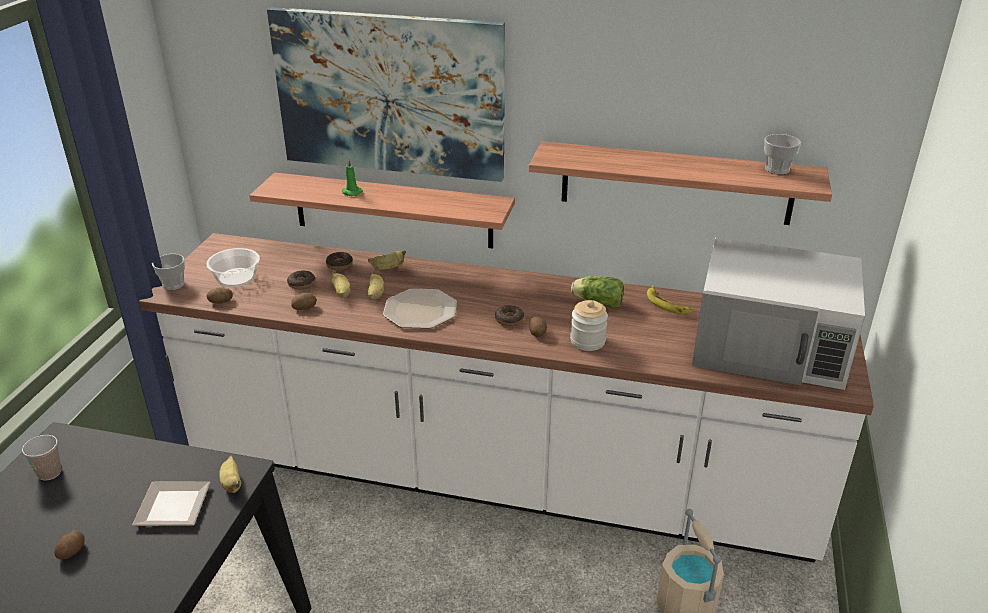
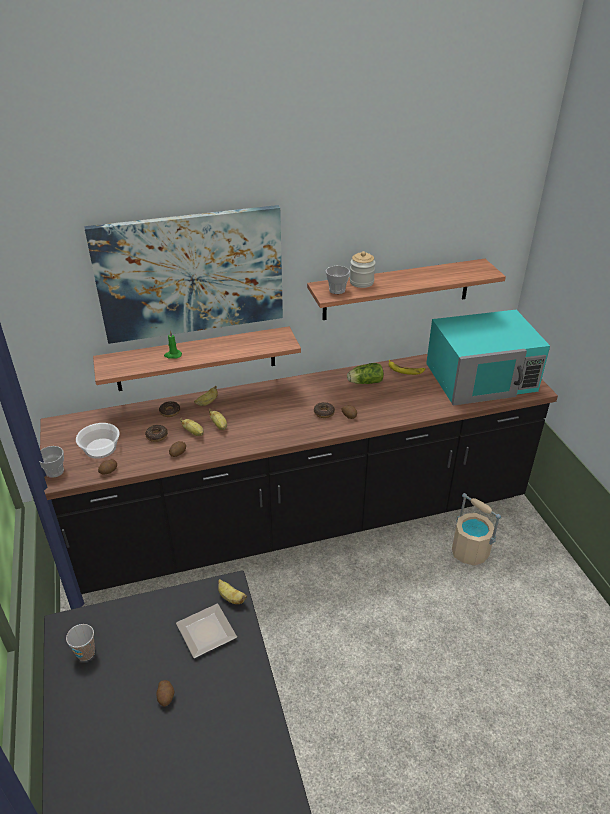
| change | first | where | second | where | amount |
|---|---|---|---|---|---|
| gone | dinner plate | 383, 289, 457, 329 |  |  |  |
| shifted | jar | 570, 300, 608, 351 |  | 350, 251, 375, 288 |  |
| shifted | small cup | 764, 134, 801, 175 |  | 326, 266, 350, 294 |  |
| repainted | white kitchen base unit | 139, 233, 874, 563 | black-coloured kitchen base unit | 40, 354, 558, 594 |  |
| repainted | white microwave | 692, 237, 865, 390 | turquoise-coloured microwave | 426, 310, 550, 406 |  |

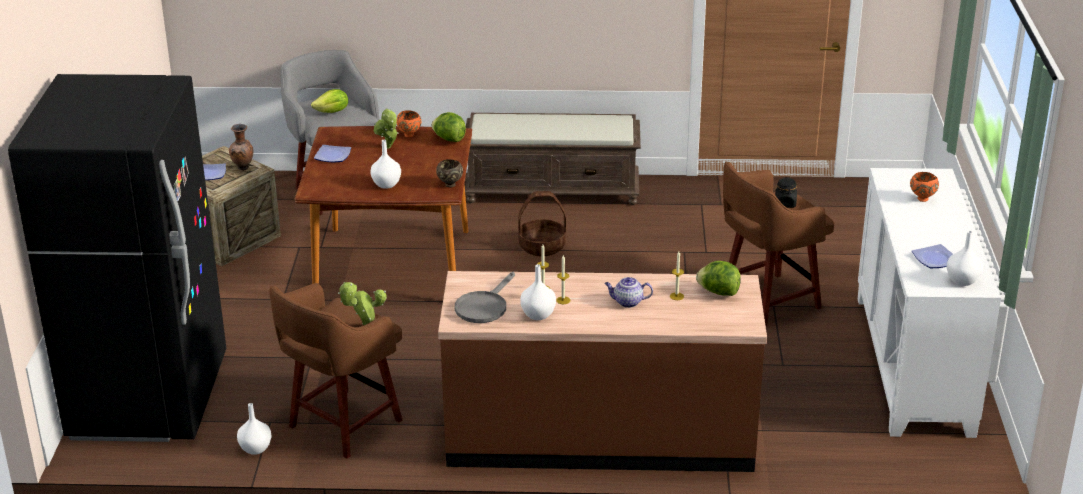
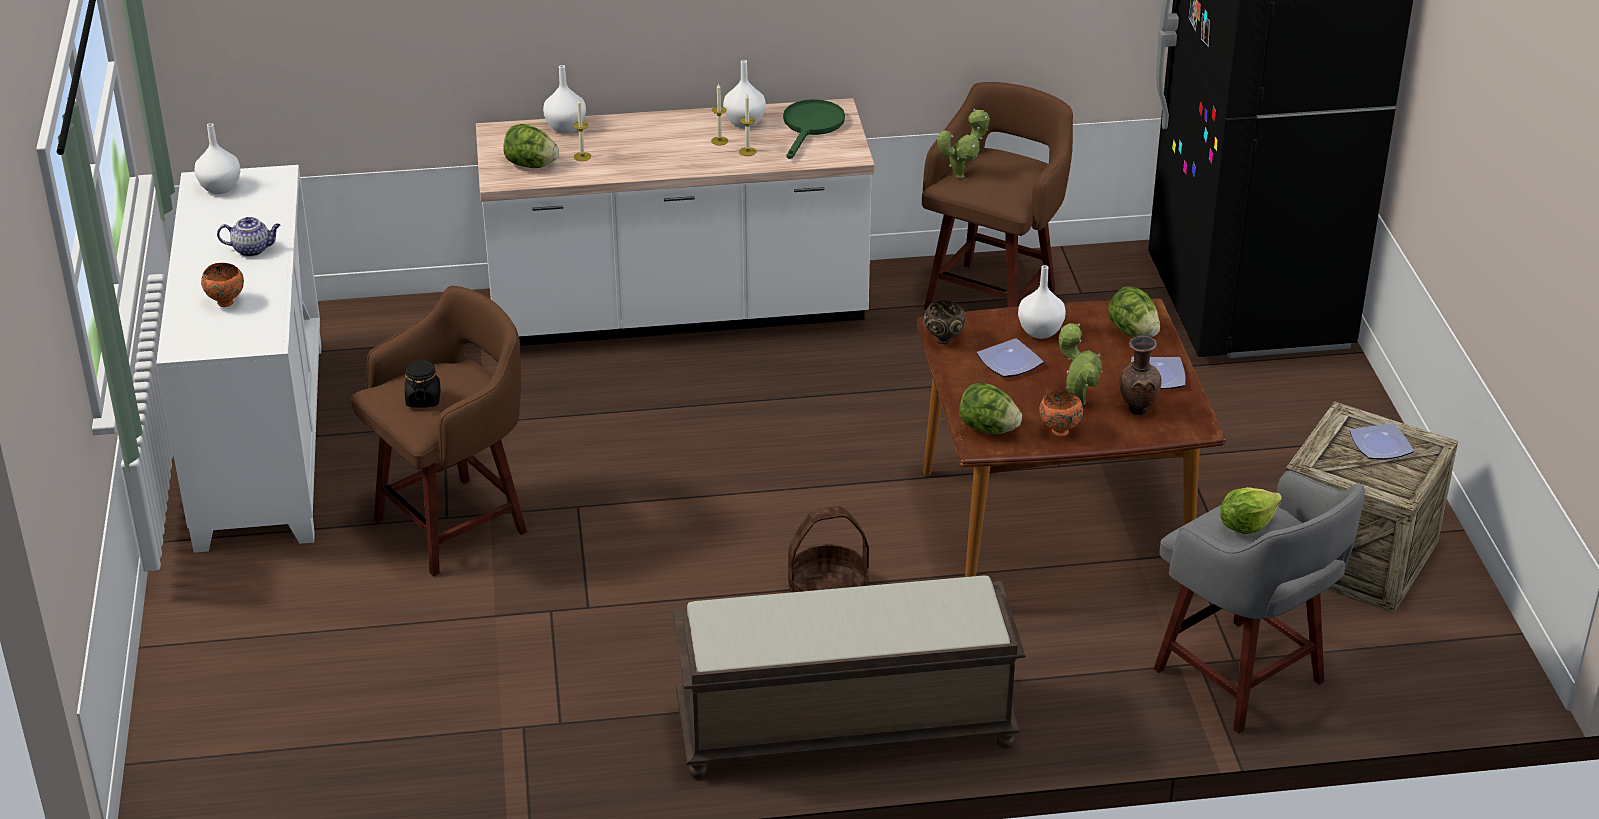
| change | first | where | second | where | amount |
|---|---|---|---|---|---|
| new |  |  | lettuce | 1108, 286, 1160, 338 |  |
| shifted | brown vase | 229, 124, 253, 171 |  | 1119, 336, 1162, 415 |  |
| shifted | white vase | 237, 403, 272, 455 |  | 543, 65, 586, 133 |  |
| shifted | tea pot | 604, 277, 653, 308 |  | 217, 217, 281, 257 |  |
| shifted | dinner plate | 912, 244, 953, 268 |  | 977, 338, 1044, 377 |  |
| repainted | brown kitchen base unit | 438, 271, 767, 472 | white kitchen base unit | 476, 98, 875, 346 |  |
| repainted | gray skillet | 455, 272, 515, 323 | greenish skillet | 783, 99, 845, 159 |  |

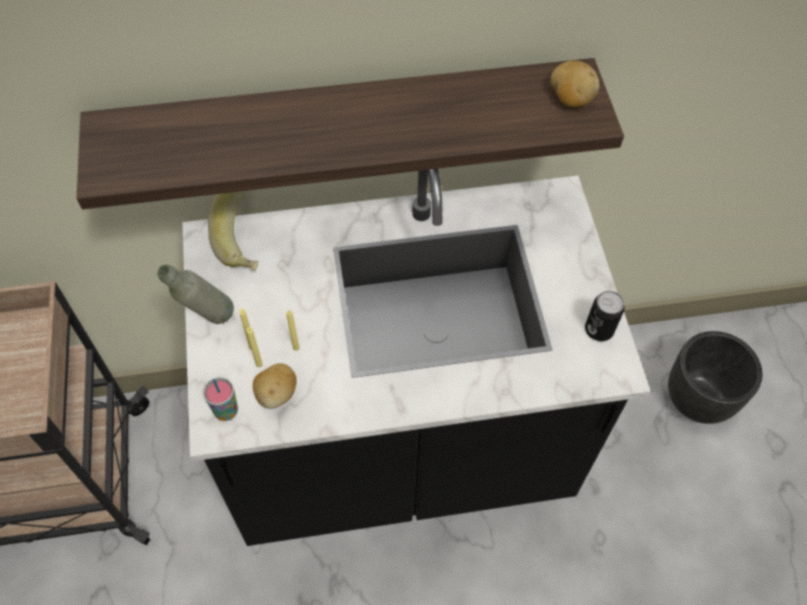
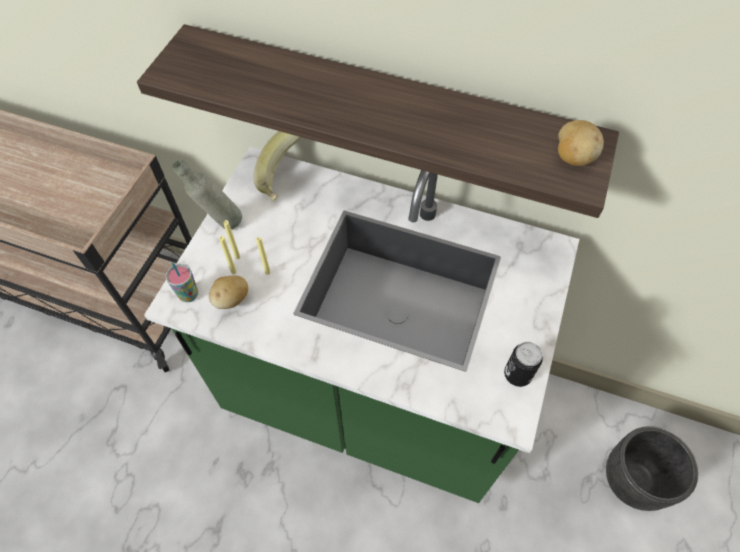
| change | first | where | second | where | amount |
|---|---|---|---|---|---|
| repainted | black-coloured kitchen base unit | 182, 169, 650, 546 | greenish kitchen base unit | 144, 147, 579, 503 |  |

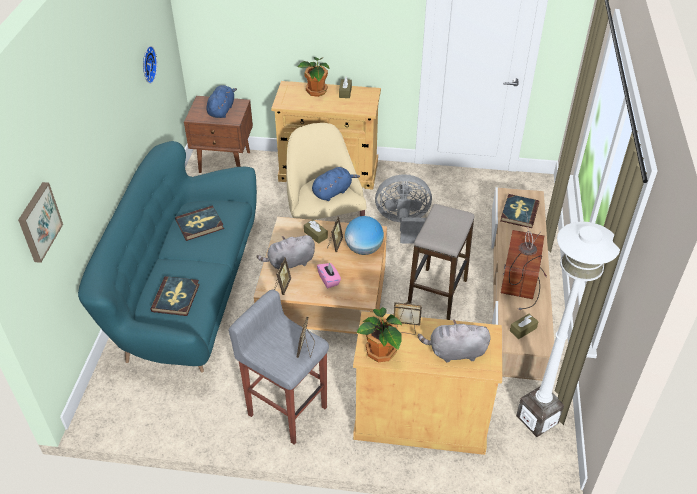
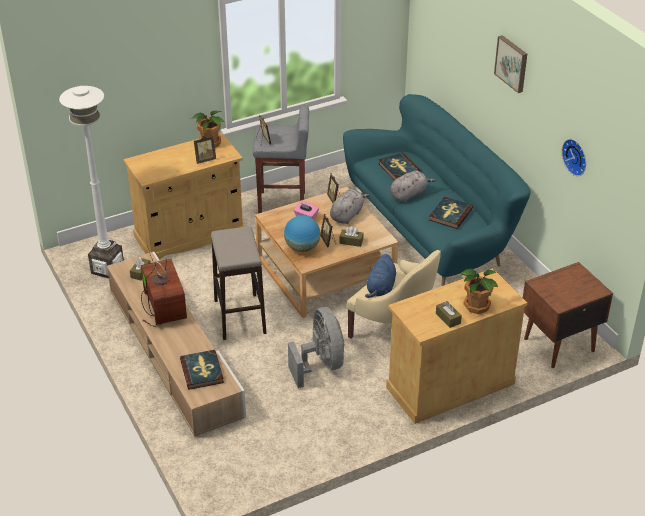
| change | first | where | second | where | amount |
|---|---|---|---|---|---|
| gone | bluish soft toy | 206, 85, 237, 118 |  |  |  |
| shifted | picture | 18, 182, 63, 263 |  | 494, 35, 527, 93 |  |
| shifted | gray soft toy | 418, 320, 491, 363 |  | 390, 171, 435, 203 |  |
| rotated | gray cooling fan | 375, 174, 432, 244 |  | 288, 307, 345, 388 | 75 degrees counterclockwise |

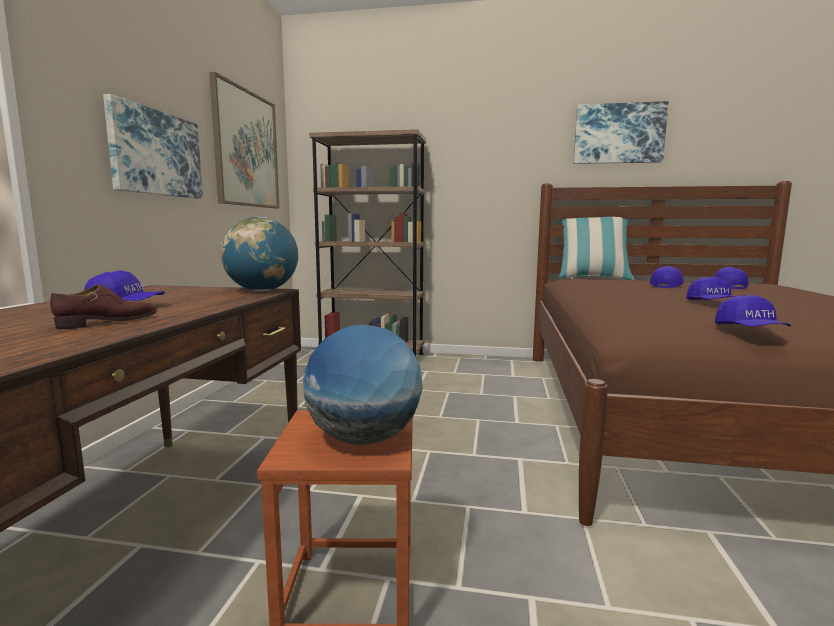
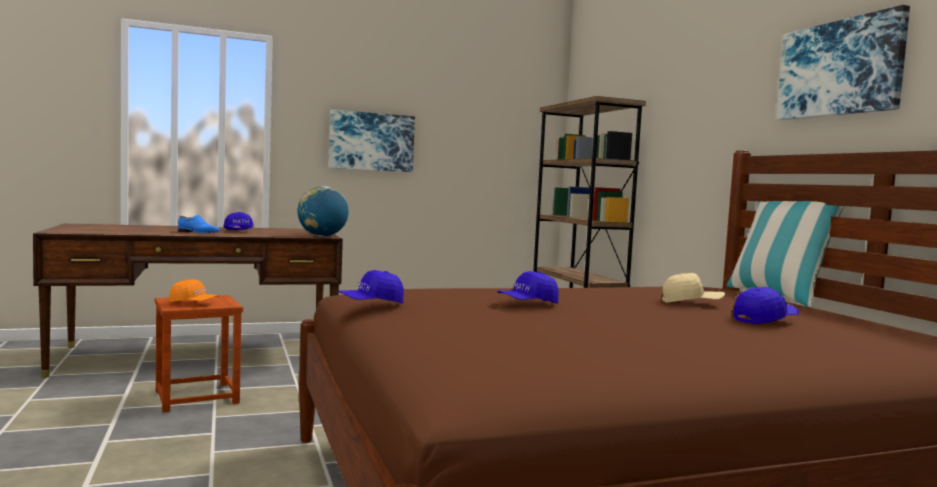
| change | first | where | second | where | amount |
|---|---|---|---|---|---|
| gone | picture | 209, 72, 279, 208 |  |  |  |
| swapped | world globe | 303, 325, 423, 445 | orange baseball cap | 169, 279, 219, 303 |  |
| repainted | brown low shoe | 50, 285, 157, 329 | bluish low shoe | 178, 215, 220, 233 |  |
| repainted | bluish baseball cap | 650, 266, 684, 288 | beige-coloured baseball cap | 662, 273, 725, 303 |  |

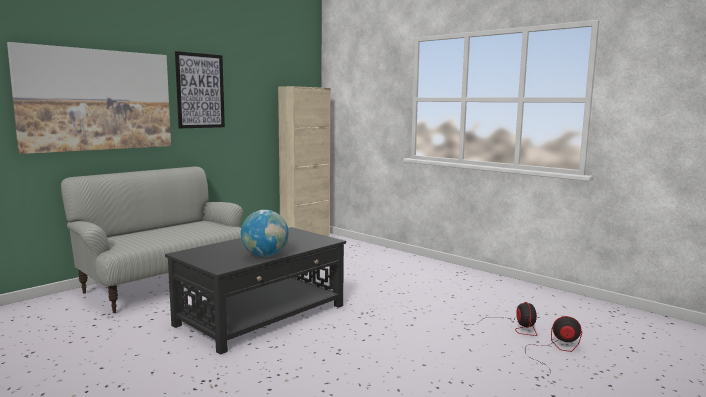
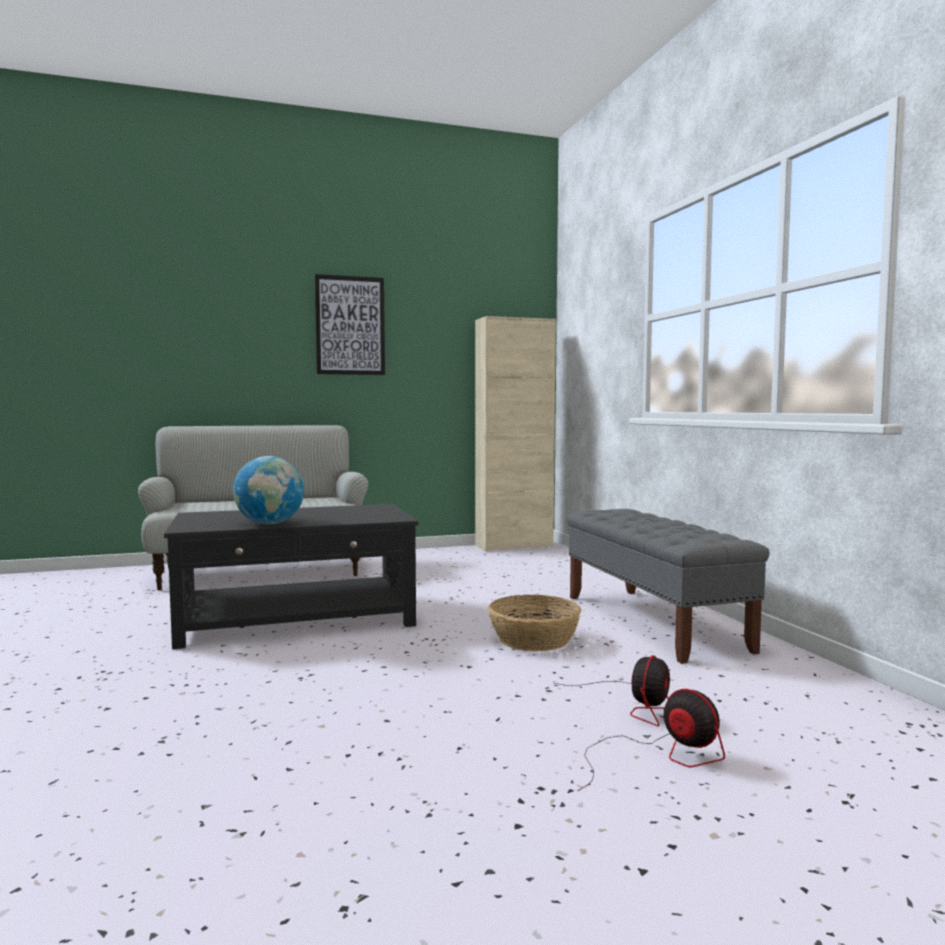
| change | first | where | second | where | amount |
|---|---|---|---|---|---|
| gone | picture | 7, 42, 171, 154 |  |  |  |
| new |  |  | household basket | 488, 595, 581, 651 |  |
| new |  |  | gray bench | 567, 509, 770, 664 |  |

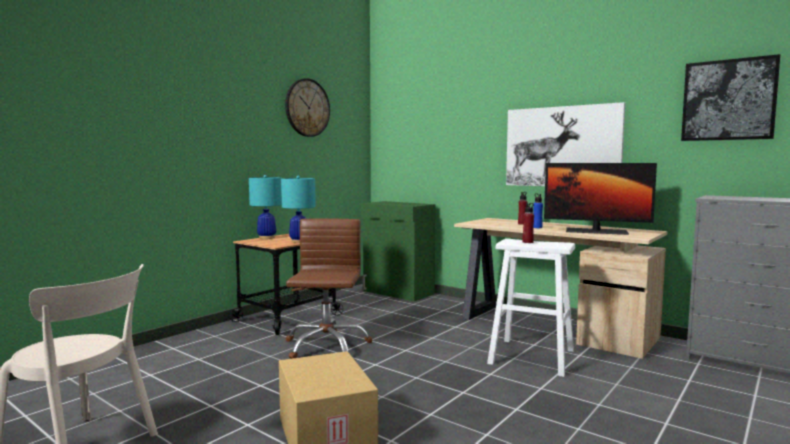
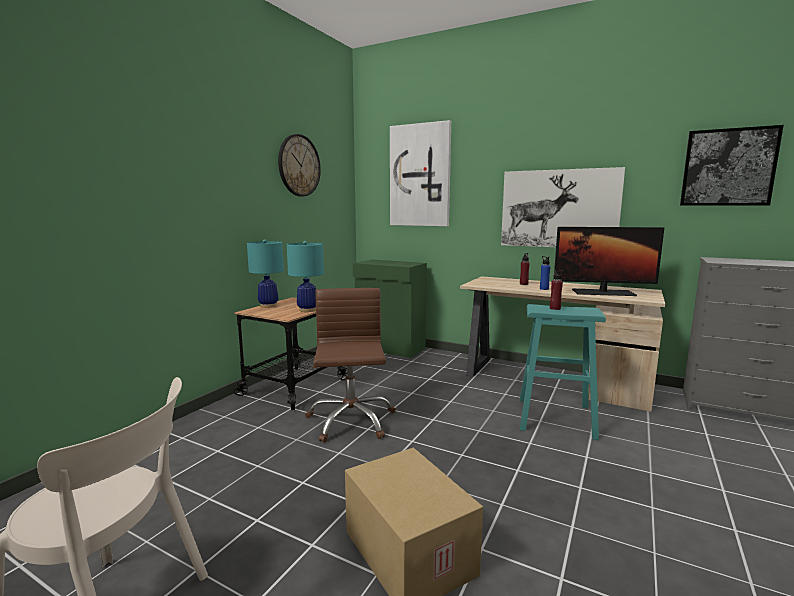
| change | first | where | second | where | amount |
|---|---|---|---|---|---|
| new |  |  | picture | 390, 120, 451, 226 |  |
| repainted | white sitting stool | 487, 239, 575, 377 | turquoise-coloured sitting stool | 520, 304, 606, 440 |  |

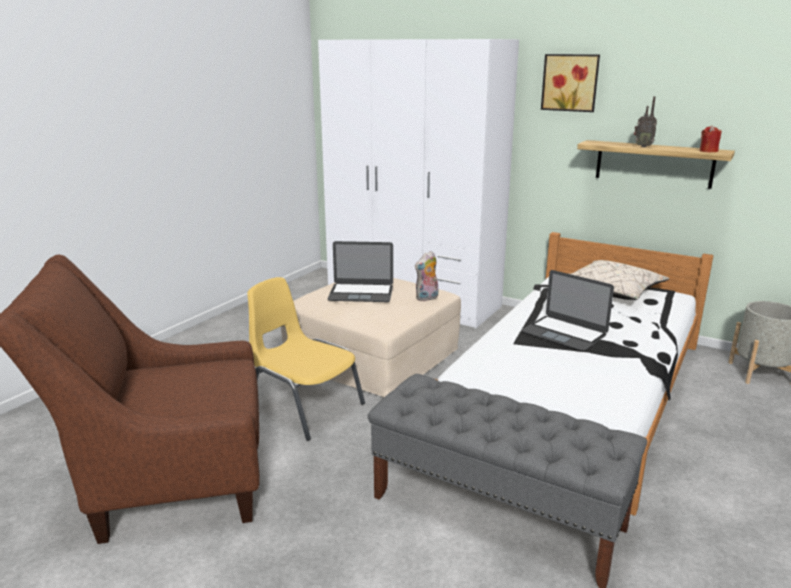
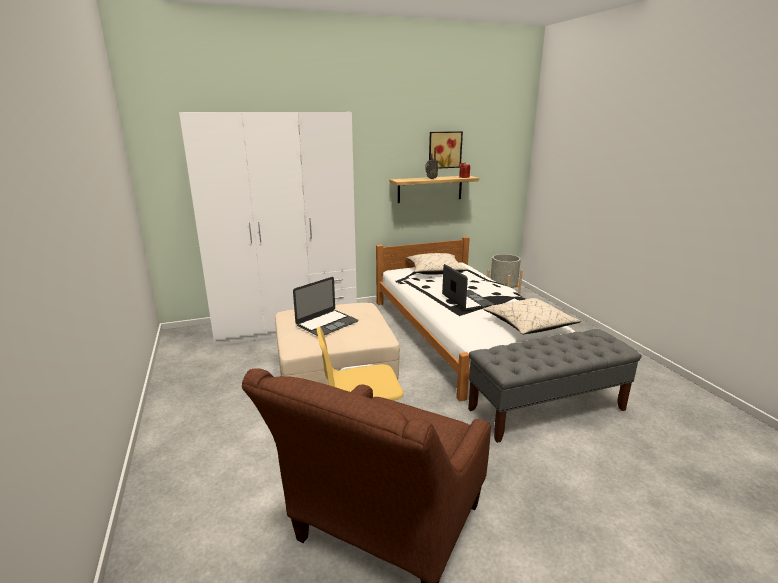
| change | first | where | second | where | amount |
|---|---|---|---|---|---|
| gone | soft toy | 415, 251, 438, 301 |  |  |  |
| new |  |  | beige-coloured throw pillow | 483, 298, 581, 334 |  |
| shifted | picture | 541, 54, 600, 112 |  | 429, 131, 463, 169 |  |
| rotated | portable computer | 521, 270, 614, 351 |  | 442, 264, 494, 310 | 105 degrees counterclockwise |

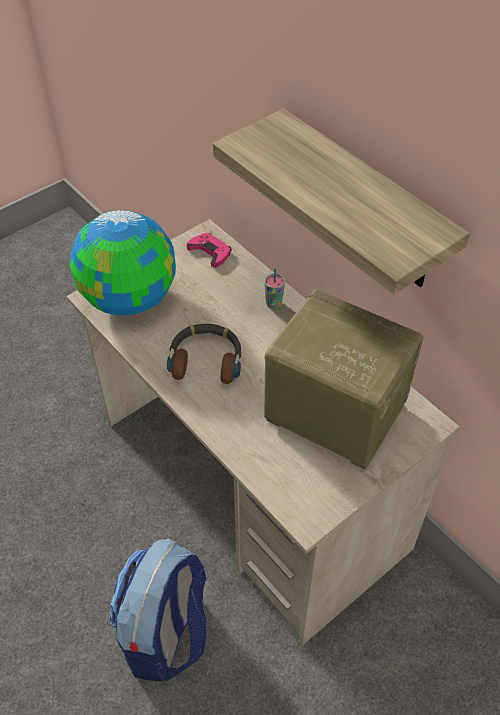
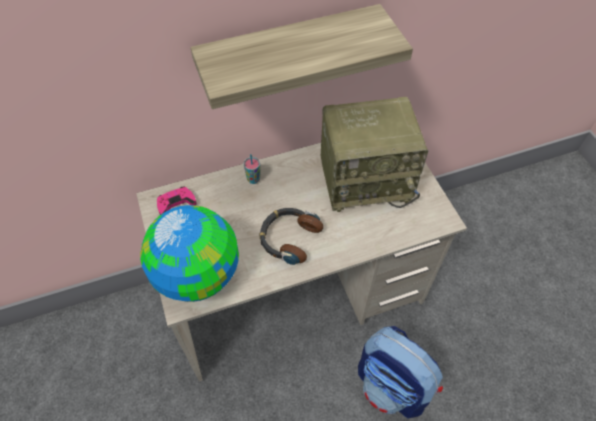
| change | first | where | second | where | amount |
|---|---|---|---|---|---|
| rotated | radio receiver | 264, 290, 424, 470 |  | 321, 97, 428, 212 | 150 degrees counterclockwise |

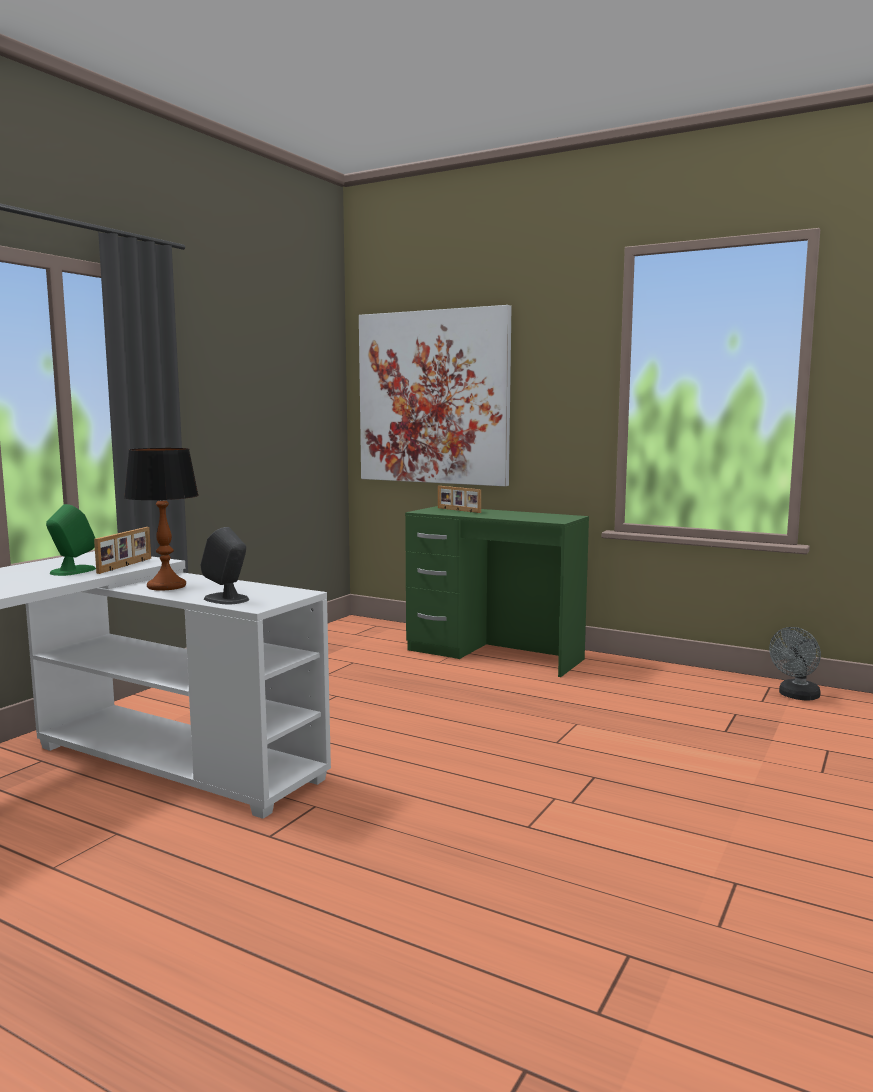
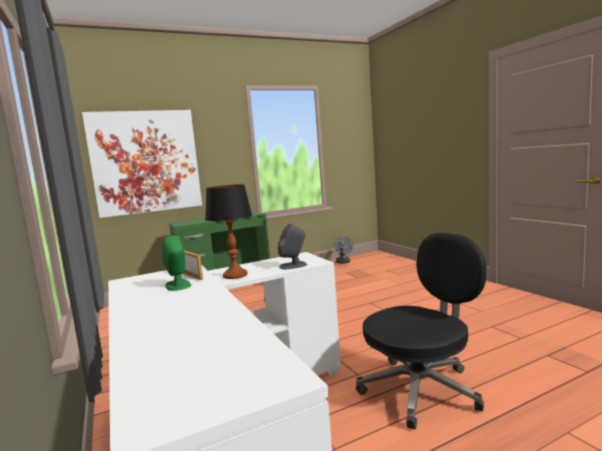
| change | first | where | second | where | amount |
|---|---|---|---|---|---|
| gone | picture frame | 438, 486, 481, 513 |  |  |  |
| new |  |  | black-coloured computer chair | 356, 233, 486, 429 |  |

